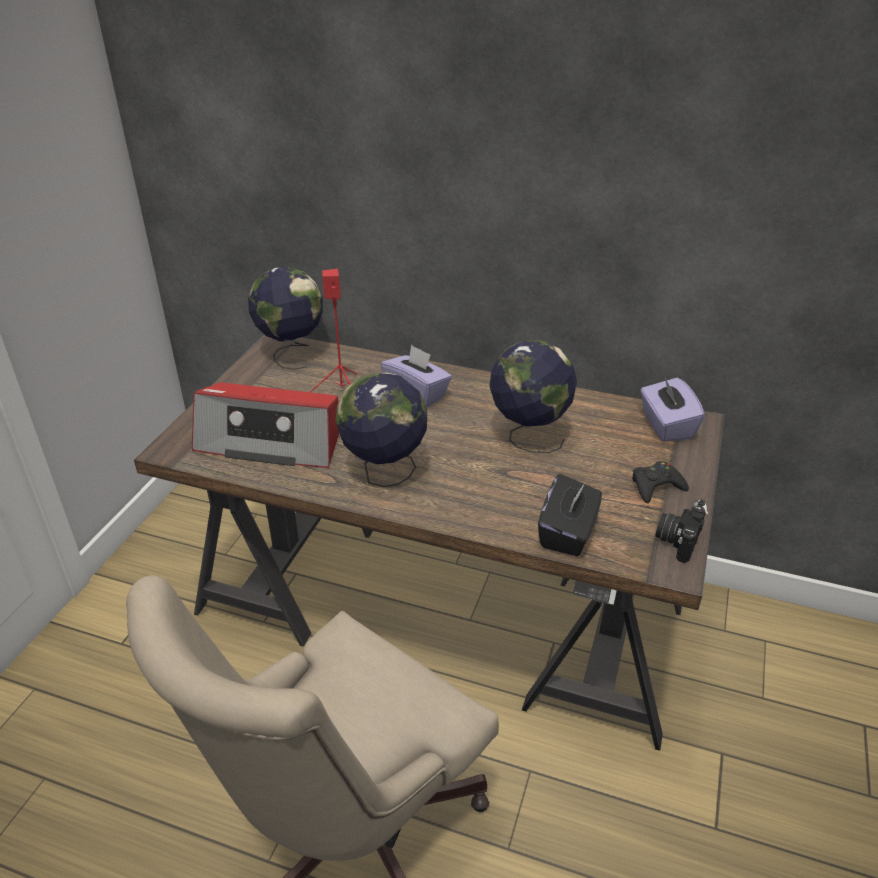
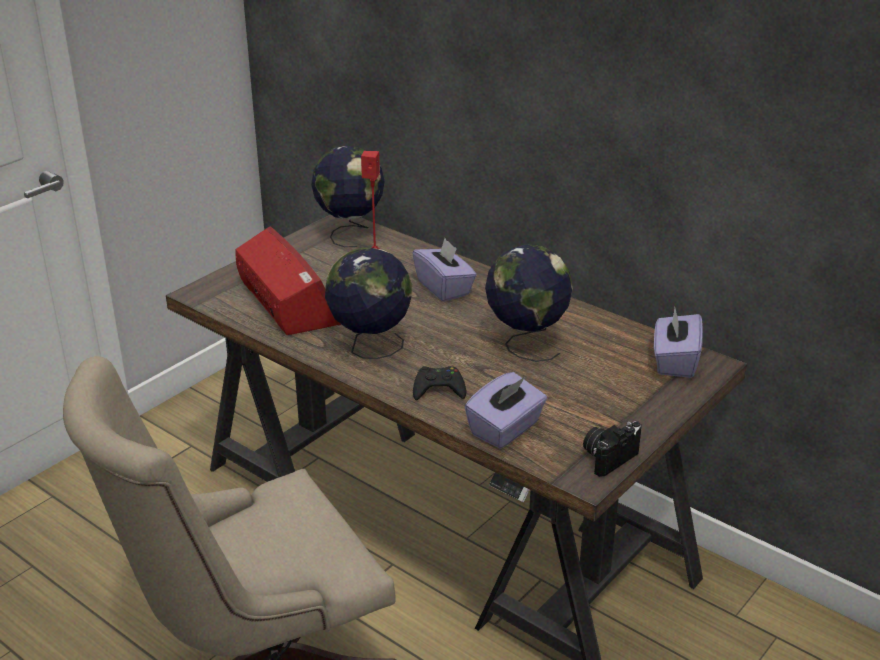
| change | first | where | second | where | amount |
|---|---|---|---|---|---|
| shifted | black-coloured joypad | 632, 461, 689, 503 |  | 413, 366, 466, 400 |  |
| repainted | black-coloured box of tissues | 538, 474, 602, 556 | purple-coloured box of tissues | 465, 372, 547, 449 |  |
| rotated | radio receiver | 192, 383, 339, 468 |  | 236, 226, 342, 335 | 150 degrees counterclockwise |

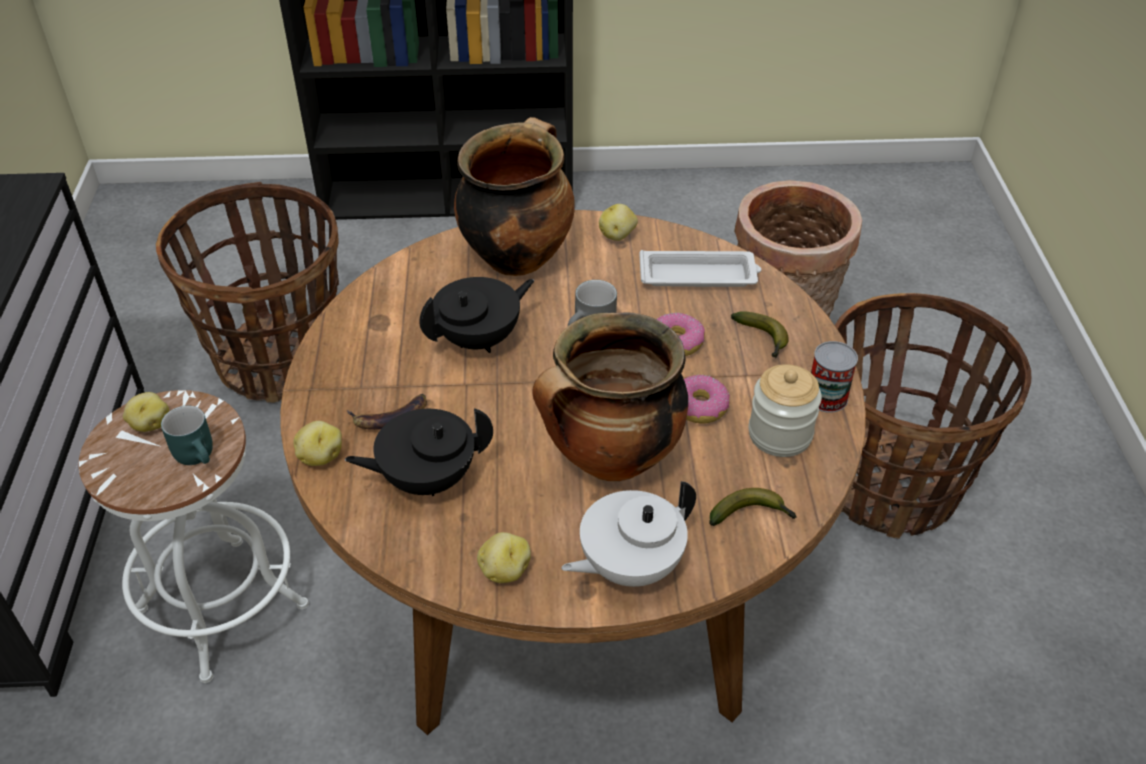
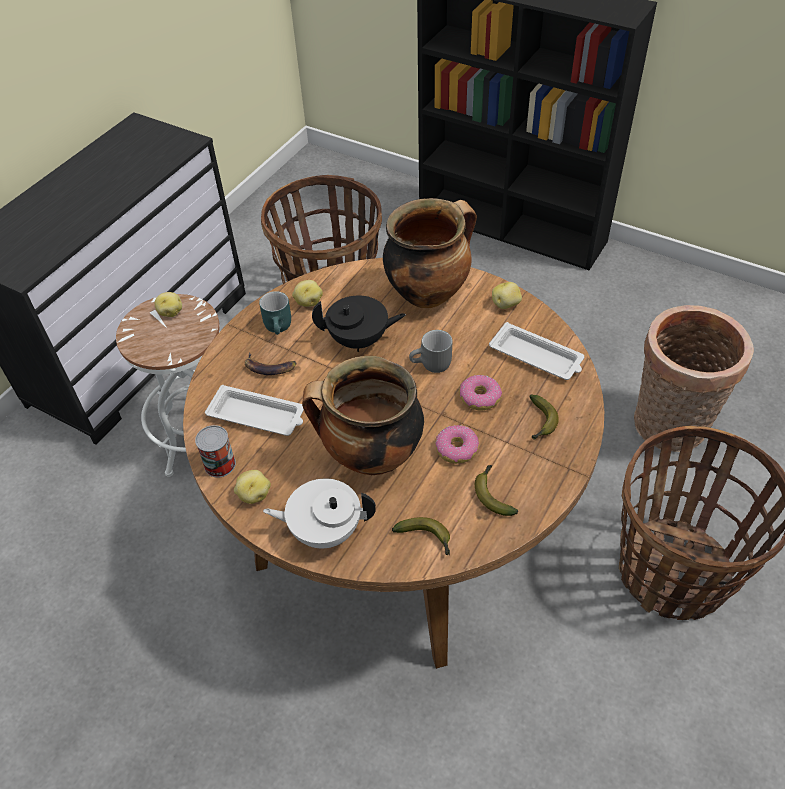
| change | first | where | second | where | amount |
|---|---|---|---|---|---|
| shifted | turquoise-coloured coffee mug | 161, 406, 213, 465 |  | 259, 291, 291, 335 |  |
| shifted | potato | 293, 421, 342, 466 |  | 292, 280, 323, 307 |  |
| shifted | metal can | 811, 341, 858, 413 |  | 195, 425, 236, 478 |  |
| swapped | black-coloured tea pot | 345, 408, 493, 496 | white serving tray | 205, 385, 304, 436 |  |
| swapped | jar | 748, 364, 822, 457 | banana | 475, 465, 518, 516 |  |

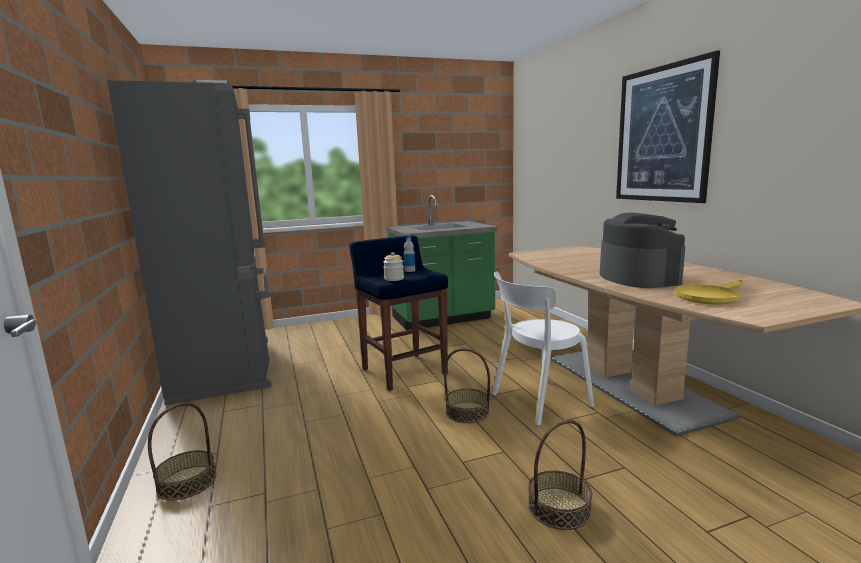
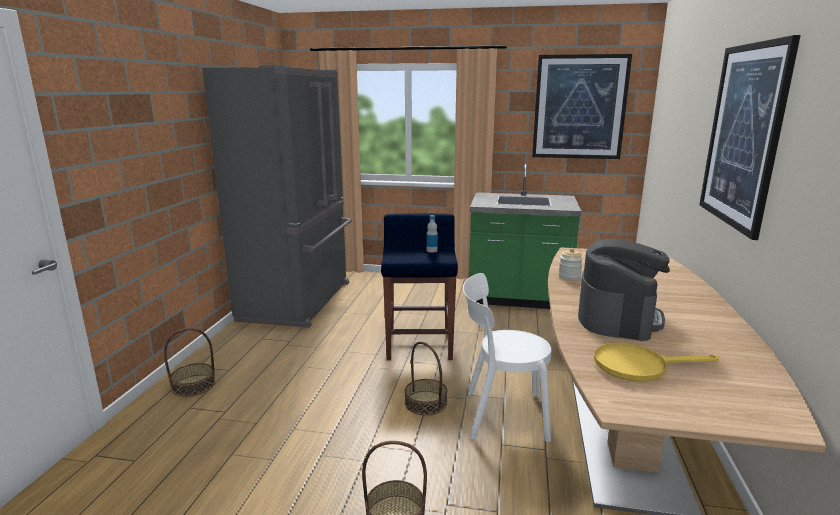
| change | first | where | second | where | amount |
|---|---|---|---|---|---|
| new |  |  | picture | 532, 54, 632, 159 |  |
| shifted | jar | 383, 252, 404, 281 |  | 558, 248, 583, 280 |  |

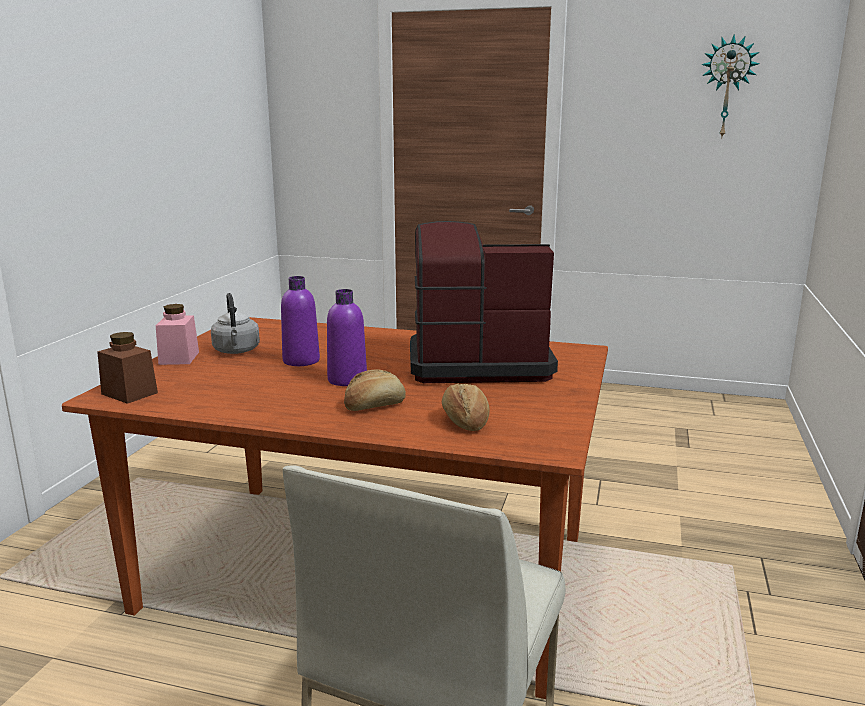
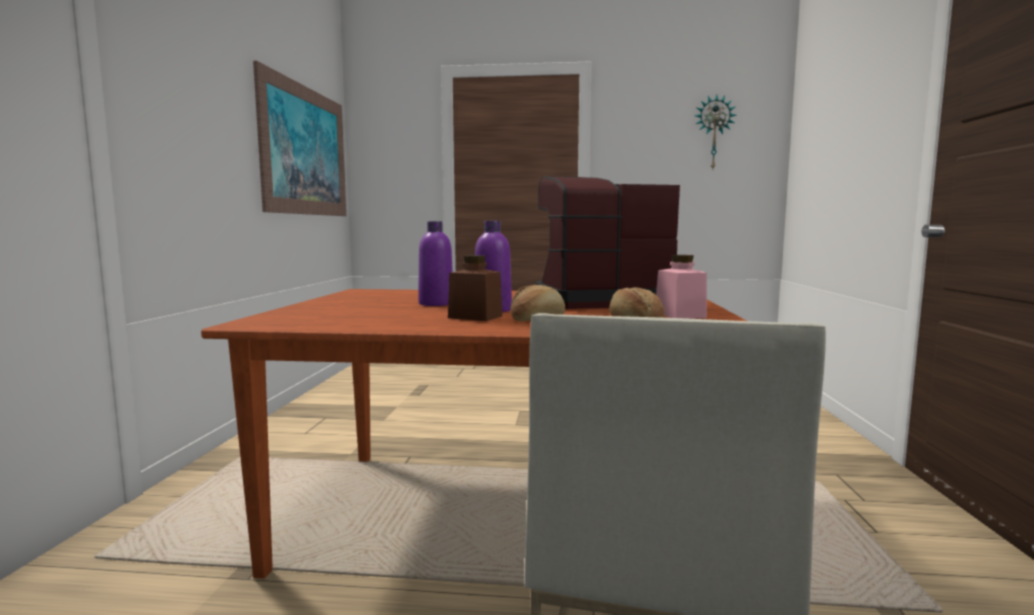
| change | first | where | second | where | amount |
|---|---|---|---|---|---|
| gone | gray water kettle | 211, 293, 260, 354 |  |  |  |
| new |  |  | picture | 253, 61, 346, 216 |  |
| shifted | brown jar | 97, 332, 158, 404 |  | 448, 255, 502, 321 |  |
| shifted | pink jar | 156, 304, 199, 365 |  | 656, 255, 707, 319 |  |

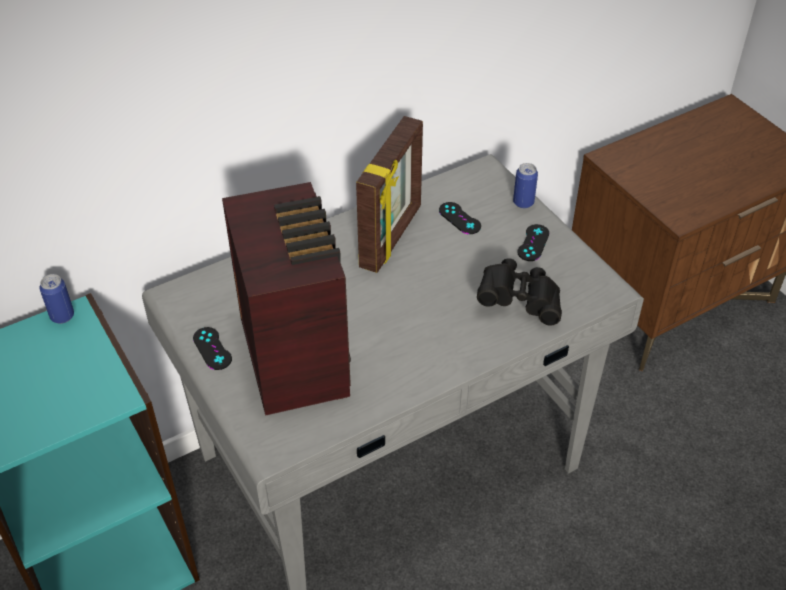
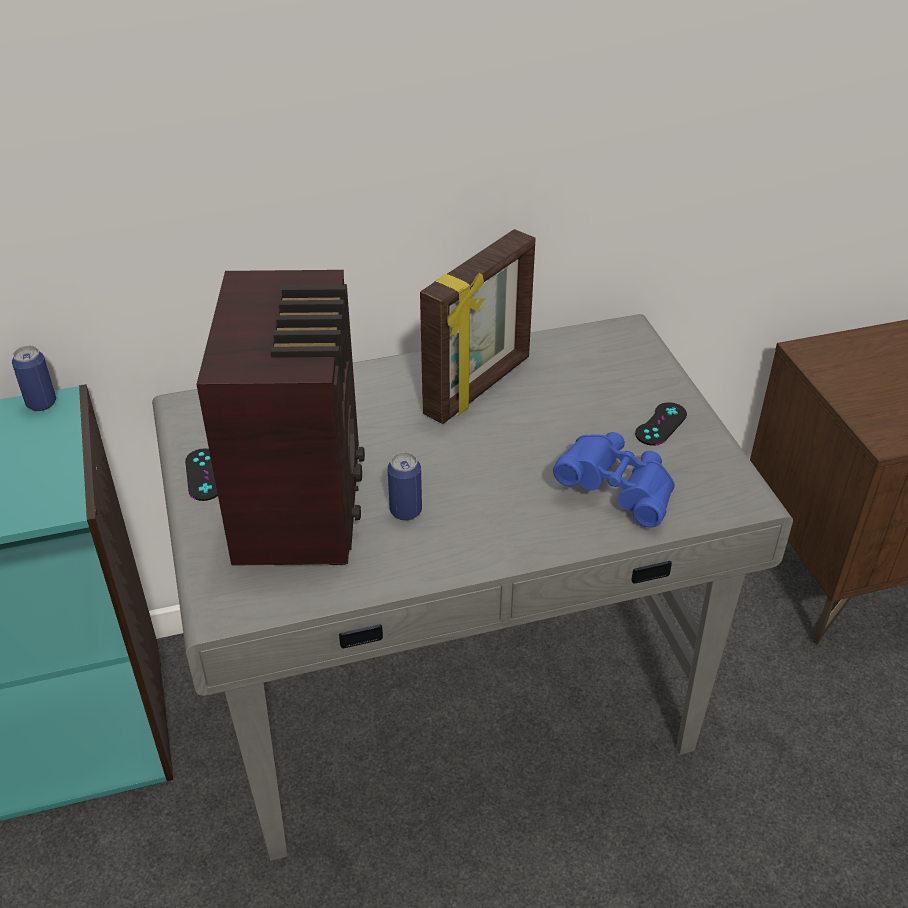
| change | first | where | second | where | amount |
|---|---|---|---|---|---|
| gone | black-coloured joypad | 439, 202, 481, 234 |  |  |  |
| shifted | metal can | 513, 163, 538, 209 |  | 387, 452, 422, 521 |  |
| repainted | black-coloured binoculars | 477, 258, 562, 325 | bluish binoculars | 553, 432, 675, 528 |  |

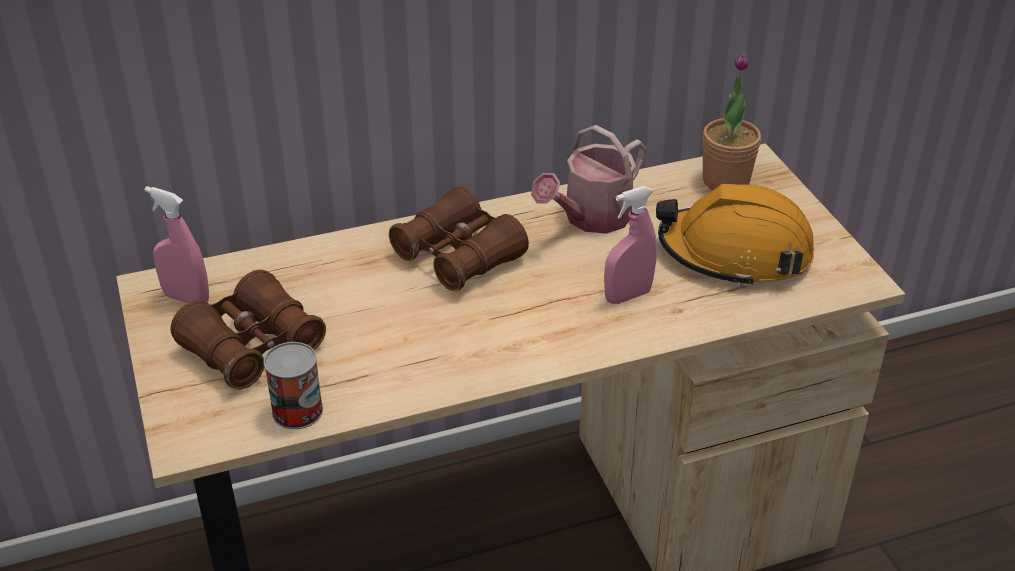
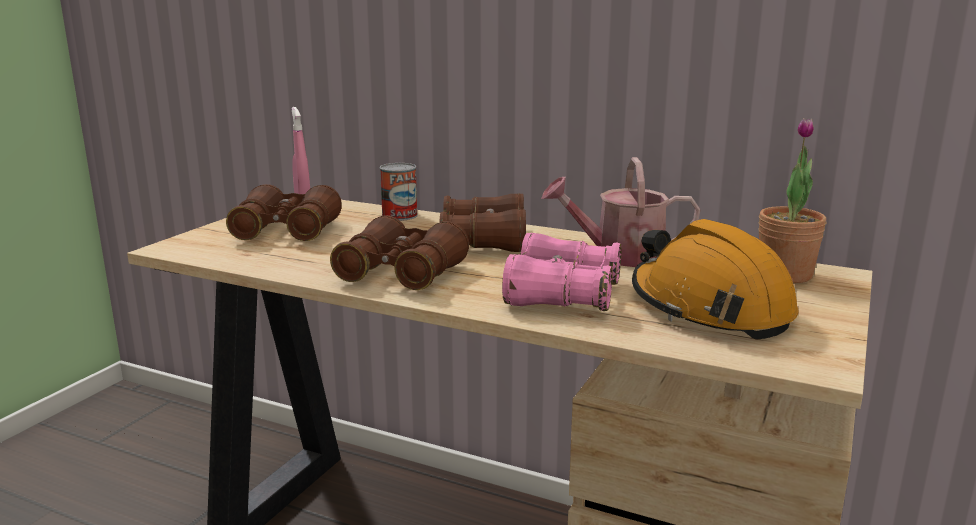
| change | first | where | second | where | amount |
|---|---|---|---|---|---|
| new |  |  | brown binoculars | 330, 215, 469, 290 |  |
| shifted | metal can | 264, 342, 323, 429 |  | 380, 163, 418, 221 |  |
| swapped | pink sprayer | 604, 186, 657, 304 | pink binoculars | 502, 233, 621, 311 |  |

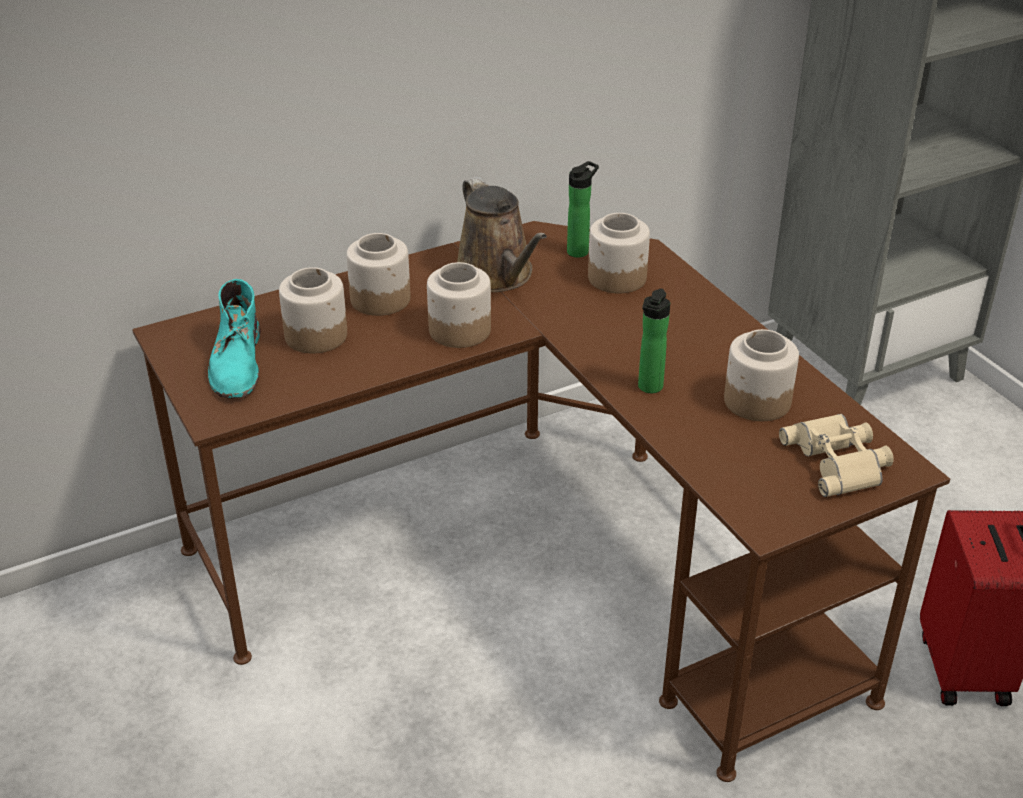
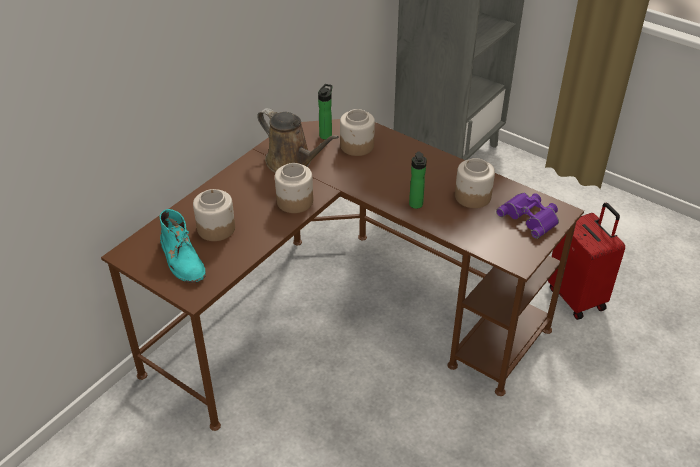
| change | first | where | second | where | amount |
|---|---|---|---|---|---|
| gone | jar | 346, 233, 410, 316 |  |  |  |
| repainted | beige-coloured binoculars | 779, 414, 894, 497 | purple-coloured binoculars | 496, 193, 559, 239 |  |

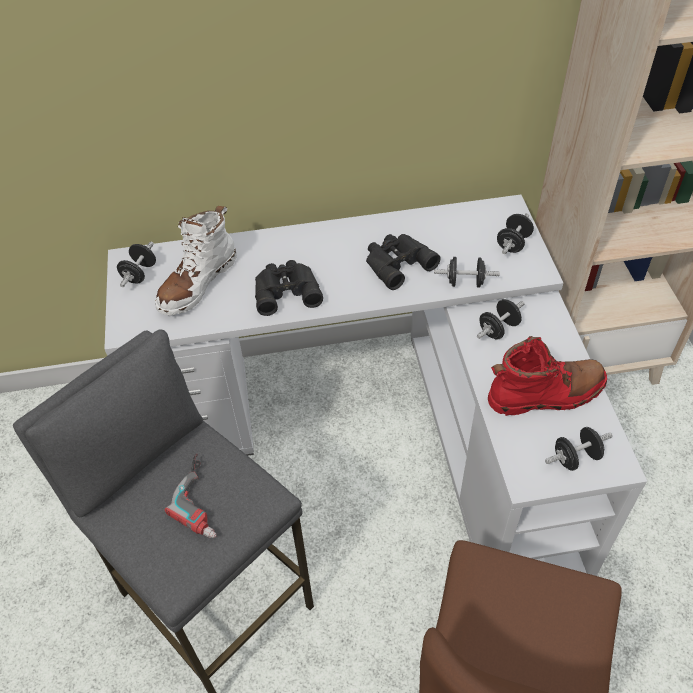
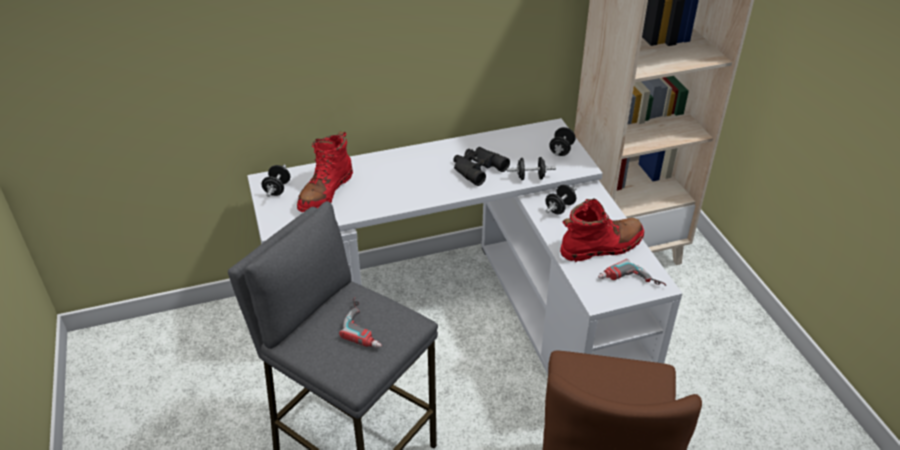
| change | first | where | second | where | amount |
|---|---|---|---|---|---|
| gone | black-coloured binoculars | 255, 260, 323, 316 |  |  |  |
| swapped | black-coloured free weight | 545, 427, 612, 471 | electric drill | 598, 259, 666, 286 |  |
| repainted | white high-top boot | 155, 206, 237, 315 | red-coloured high-top boot | 297, 132, 353, 212 |  |

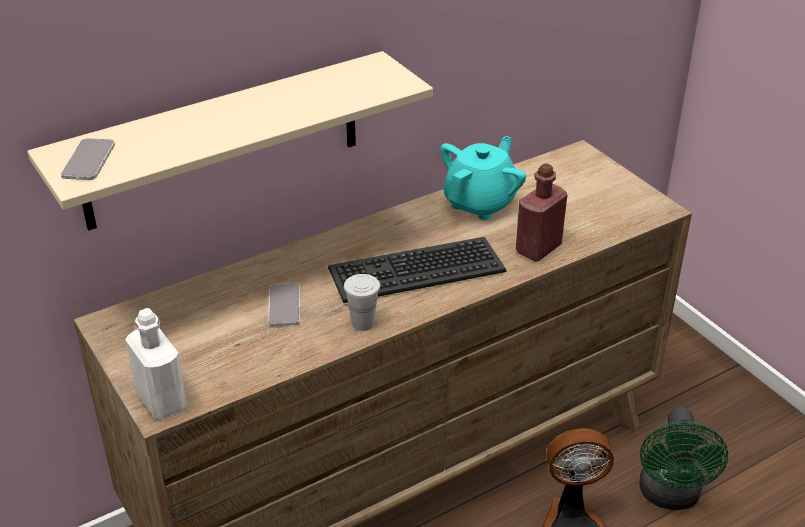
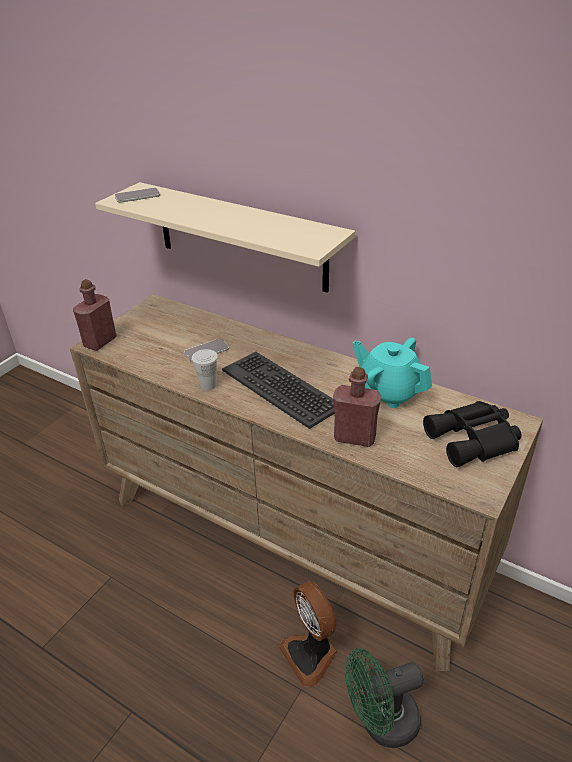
| change | first | where | second | where | amount |
|---|---|---|---|---|---|
| new |  |  | black-coloured binoculars | 423, 401, 522, 467 |  |
| repainted | white bottle | 125, 308, 187, 419 | red-coloured bottle | 73, 279, 117, 351 |  |
| rotated | turquoise-coloured tea pot | 441, 136, 526, 220 |  | 352, 338, 432, 408 | 150 degrees counterclockwise |

